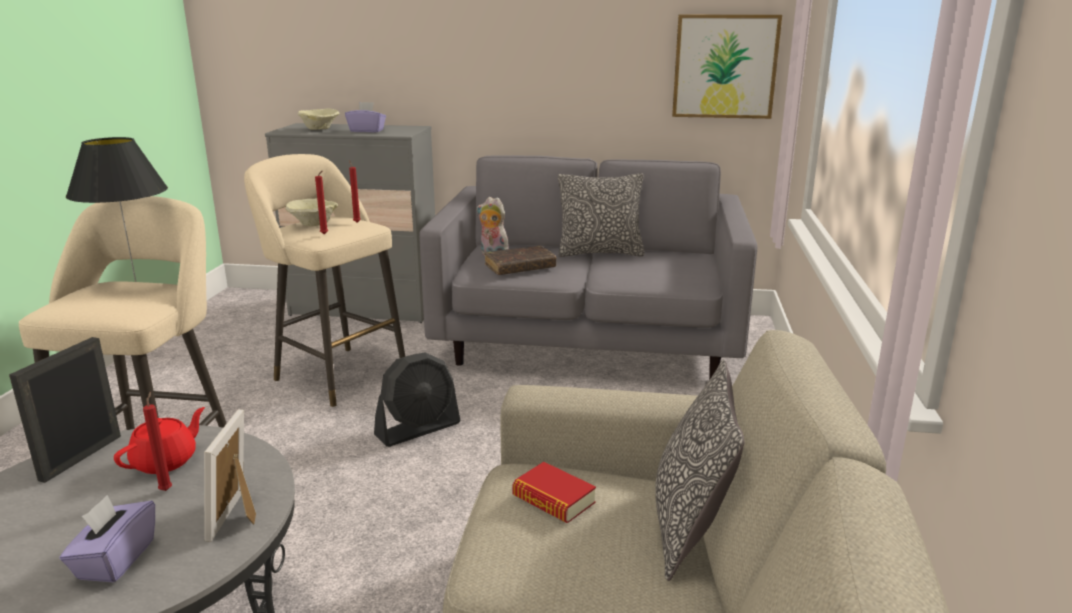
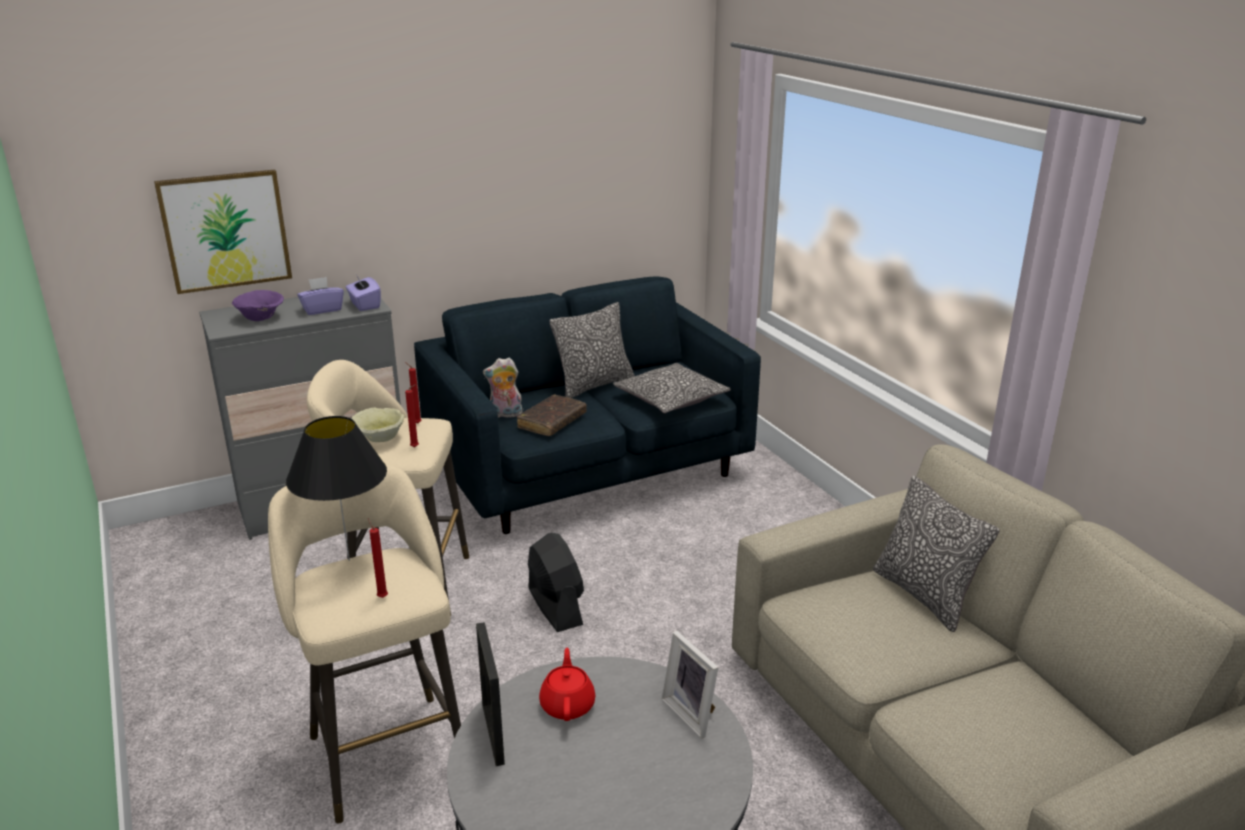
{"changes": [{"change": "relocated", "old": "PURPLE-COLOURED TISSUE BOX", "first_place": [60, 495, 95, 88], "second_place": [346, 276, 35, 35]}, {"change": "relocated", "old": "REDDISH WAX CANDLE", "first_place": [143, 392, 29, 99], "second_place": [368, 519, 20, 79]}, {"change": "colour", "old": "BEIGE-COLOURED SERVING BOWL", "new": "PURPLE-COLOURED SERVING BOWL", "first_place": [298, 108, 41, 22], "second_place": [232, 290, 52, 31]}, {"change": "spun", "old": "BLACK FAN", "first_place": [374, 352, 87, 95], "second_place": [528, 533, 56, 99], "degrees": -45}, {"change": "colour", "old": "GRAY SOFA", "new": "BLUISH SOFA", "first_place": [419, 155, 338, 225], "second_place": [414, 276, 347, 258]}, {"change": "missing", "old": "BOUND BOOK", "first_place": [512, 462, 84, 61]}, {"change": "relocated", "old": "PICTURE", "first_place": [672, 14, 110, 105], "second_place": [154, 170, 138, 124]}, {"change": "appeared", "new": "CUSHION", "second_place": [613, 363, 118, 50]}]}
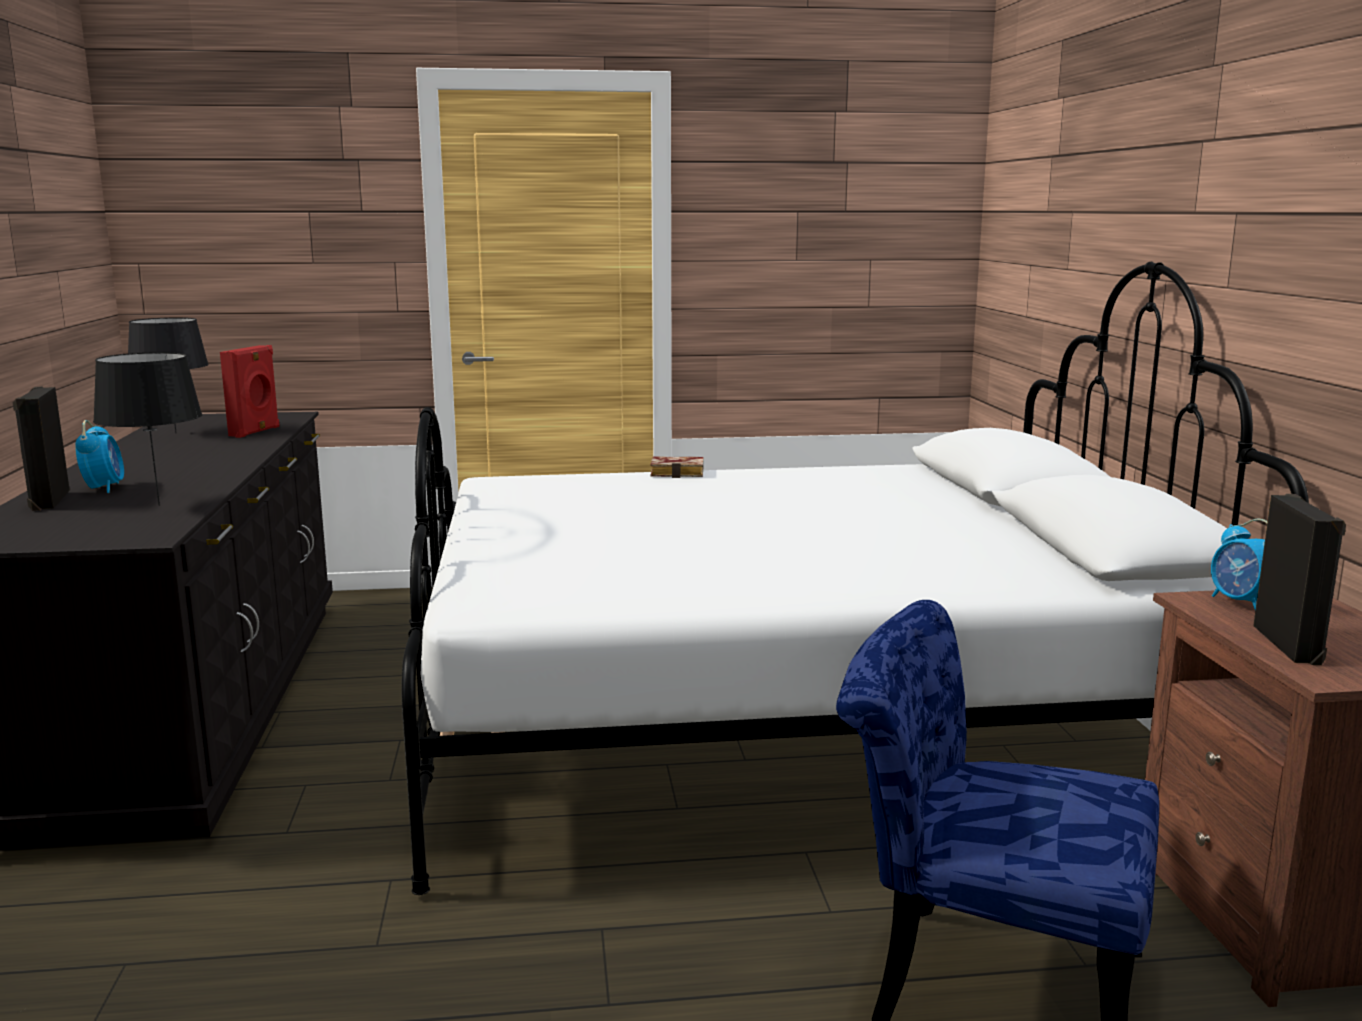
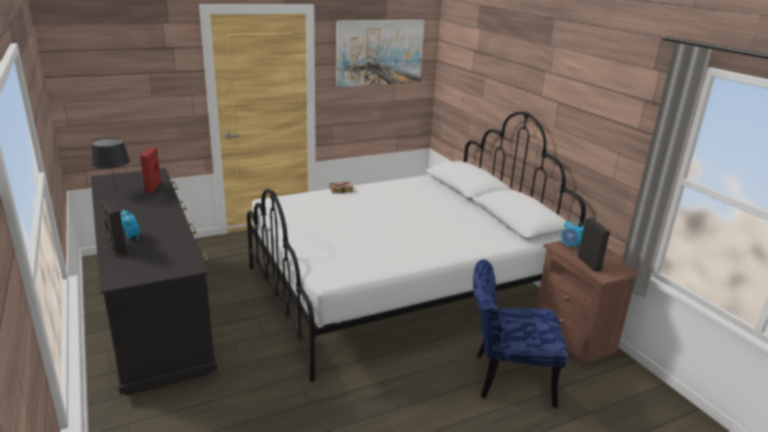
{"changes": [{"change": "missing", "old": "BLACK TABLE LAMP", "first_place": [93, 352, 109, 154]}, {"change": "appeared", "new": "PICTURE", "second_place": [336, 20, 89, 67]}]}
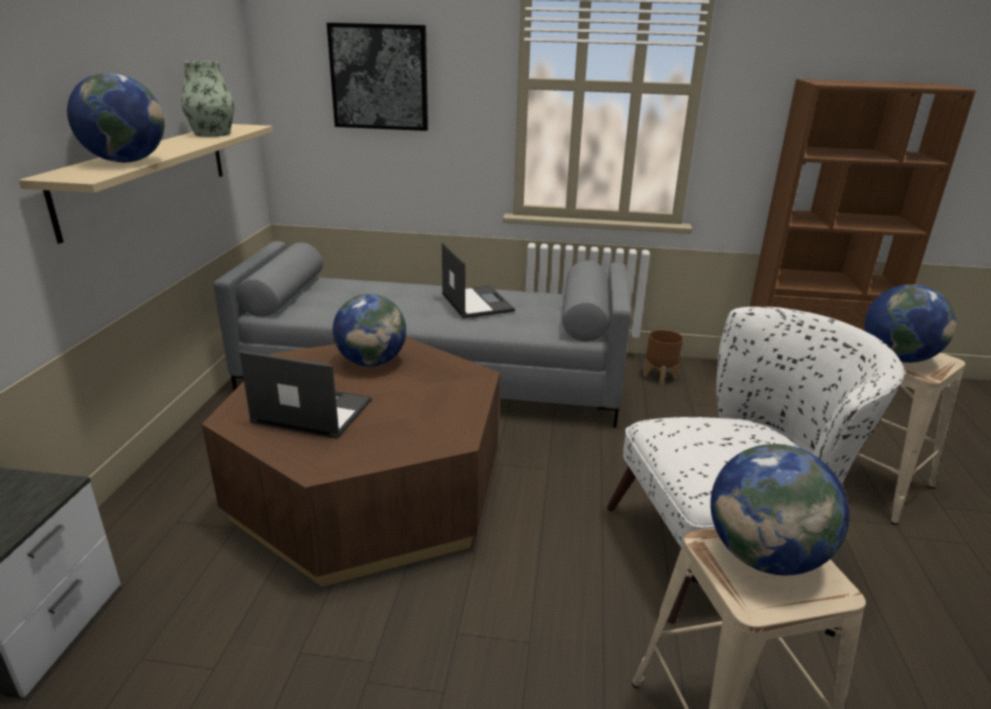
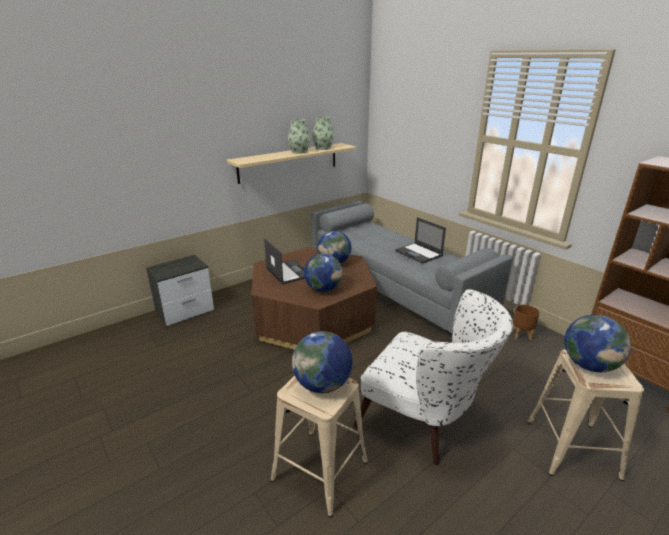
{"changes": [{"change": "relocated", "old": "DESK GLOBE", "first_place": [67, 73, 97, 90], "second_place": [304, 253, 38, 39]}, {"change": "missing", "old": "PICTURE", "first_place": [327, 23, 101, 108]}, {"change": "spun", "old": "LAPTOP", "first_place": [442, 242, 73, 76], "second_place": [395, 217, 51, 47], "degrees": 120}, {"change": "appeared", "new": "DECORATIVE VASE", "second_place": [288, 119, 22, 35]}]}
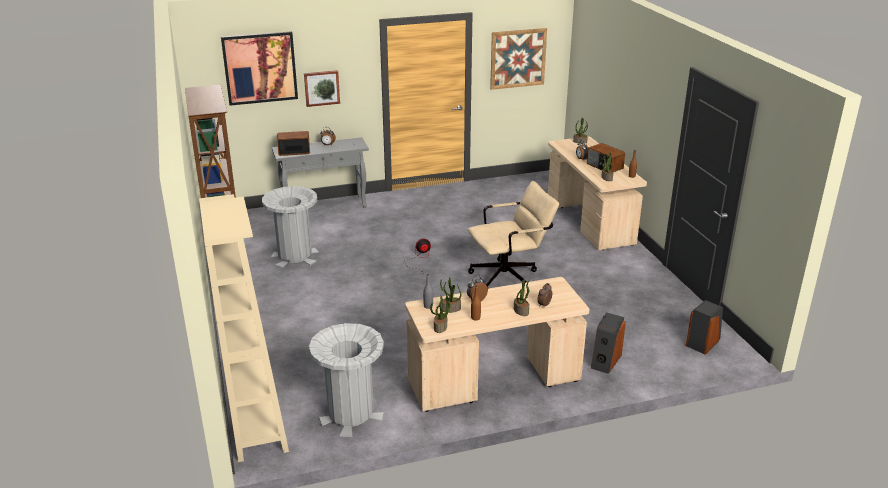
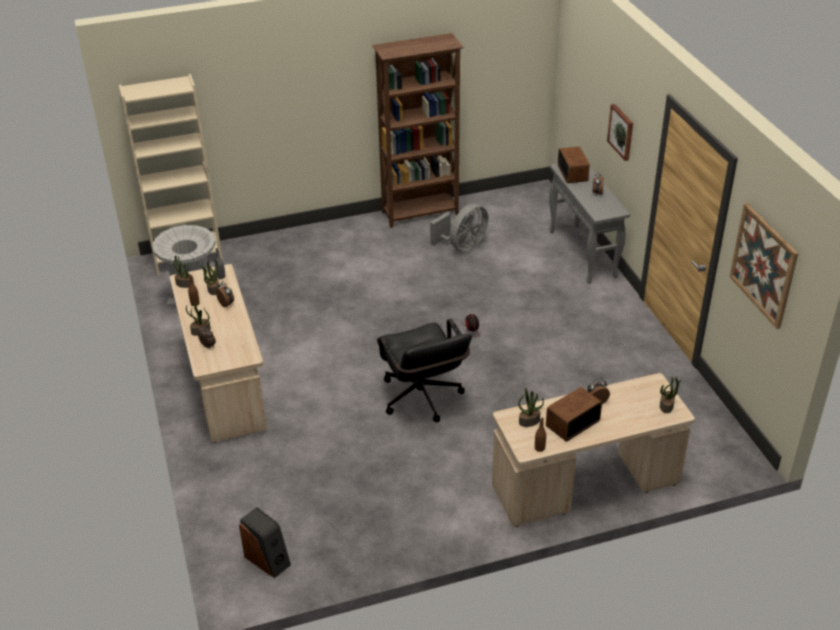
{"changes": [{"change": "missing", "old": "PICTURE", "first_place": [221, 31, 77, 75]}, {"change": "exchanged", "old": "GRAY RUBBISH BIN", "new": "GRAY FAN", "first_place": [262, 186, 57, 82], "second_place": [430, 204, 58, 48]}, {"change": "colour", "old": "BEIGE-COLOURED COMPUTER CHAIR", "new": "BLACK COMPUTER CHAIR", "first_place": [468, 181, 91, 108], "second_place": [377, 319, 95, 103]}, {"change": "missing", "old": "SPEAKER", "first_place": [591, 312, 35, 62]}]}
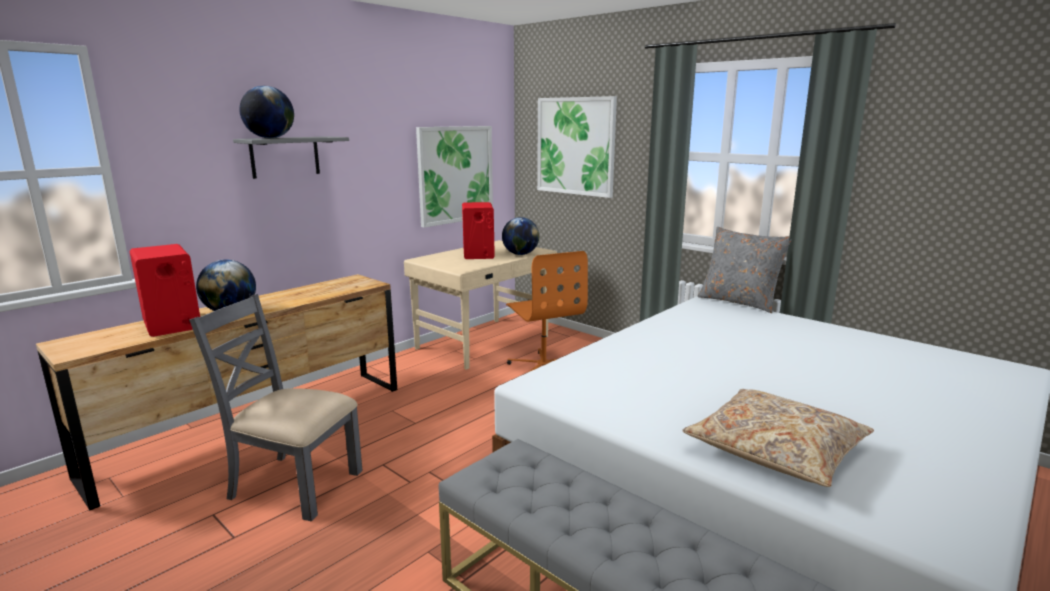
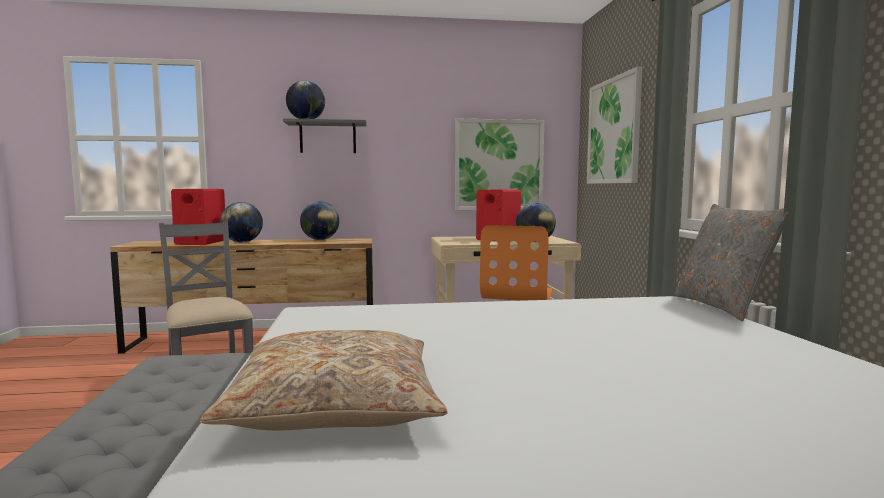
{"changes": [{"change": "appeared", "new": "DESK GLOBE", "second_place": [300, 201, 39, 39]}]}
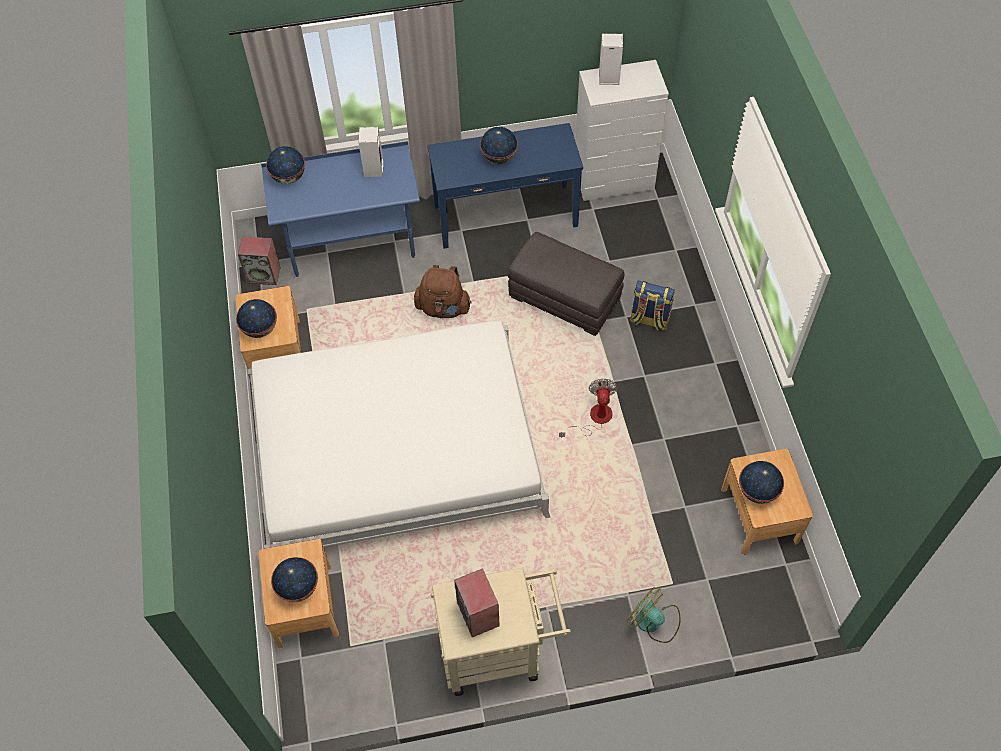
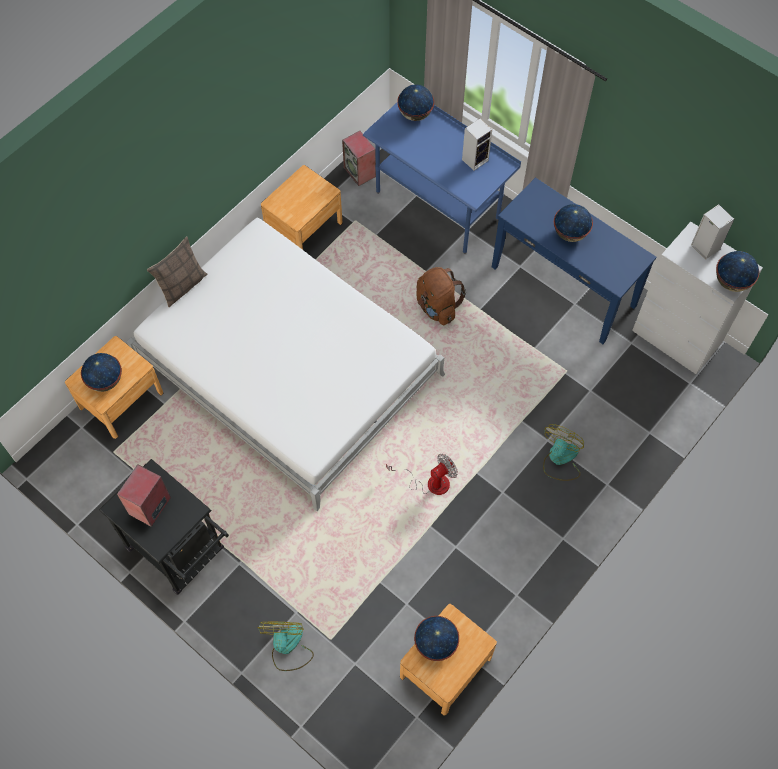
{"changes": [{"change": "relocated", "old": "DESK GLOBE", "first_place": [236, 299, 41, 39], "second_place": [716, 251, 43, 41]}, {"change": "colour", "old": "BEIGE-COLOURED WHEELED CART", "new": "BLACK WHEELED CART", "first_place": [431, 568, 140, 128], "second_place": [99, 459, 130, 136]}, {"change": "missing", "old": "GRAY OTTOMAN", "first_place": [508, 232, 116, 104]}, {"change": "exchanged", "old": "BACKPACK", "new": "FAN", "first_place": [630, 281, 45, 50], "second_place": [543, 424, 41, 57]}, {"change": "appeared", "new": "CUSHION", "second_place": [147, 236, 60, 71]}]}
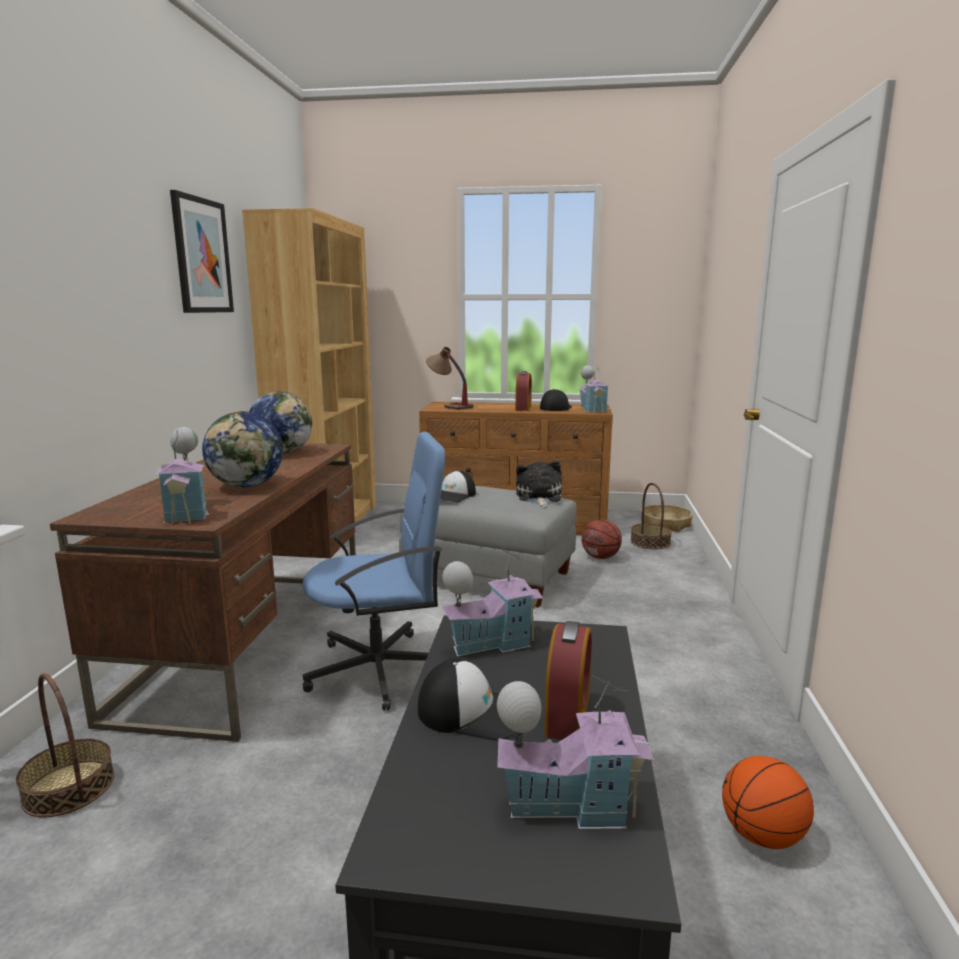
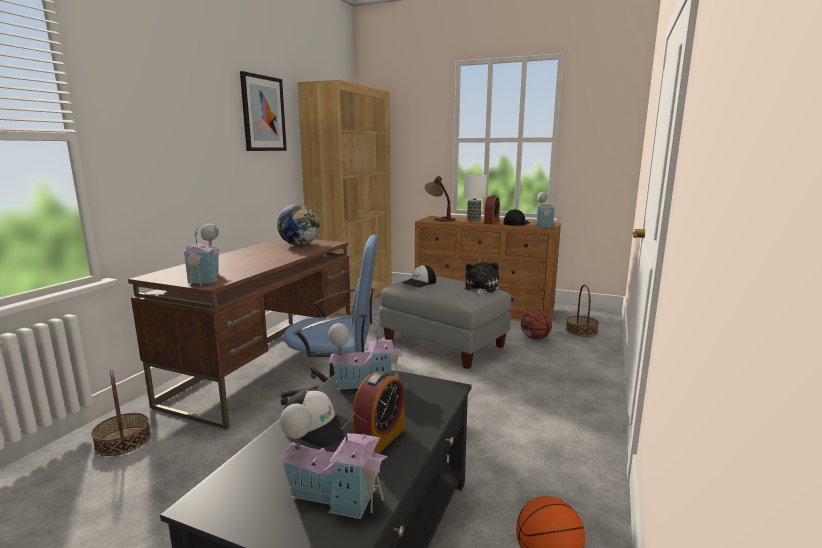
{"changes": [{"change": "missing", "old": "DESK GLOBE", "first_place": [202, 411, 81, 77]}, {"change": "missing", "old": "STORAGE BASKET", "first_place": [641, 504, 52, 28]}, {"change": "appeared", "new": "TABLE LAMP", "second_place": [463, 175, 24, 47]}]}
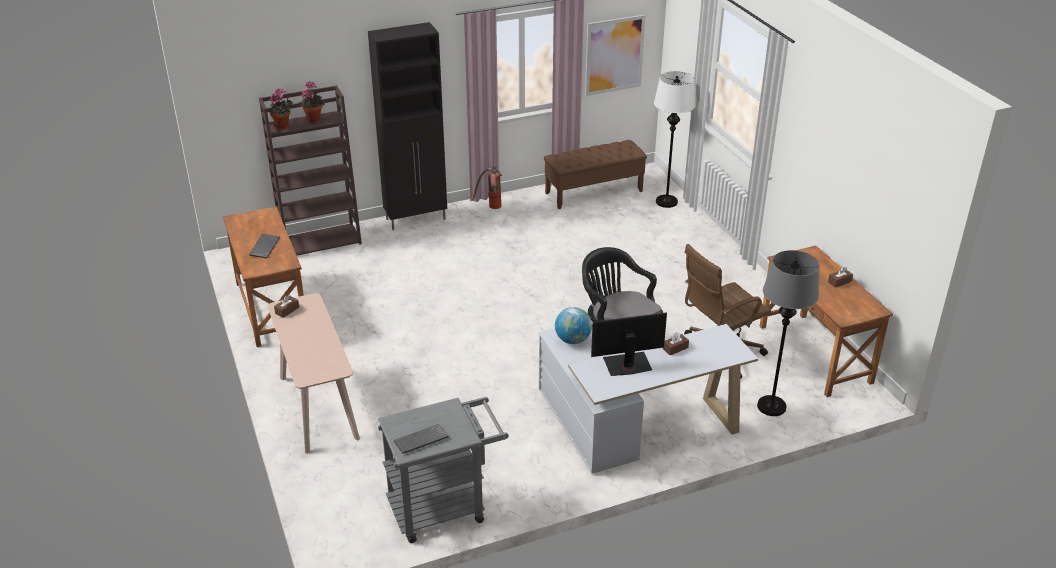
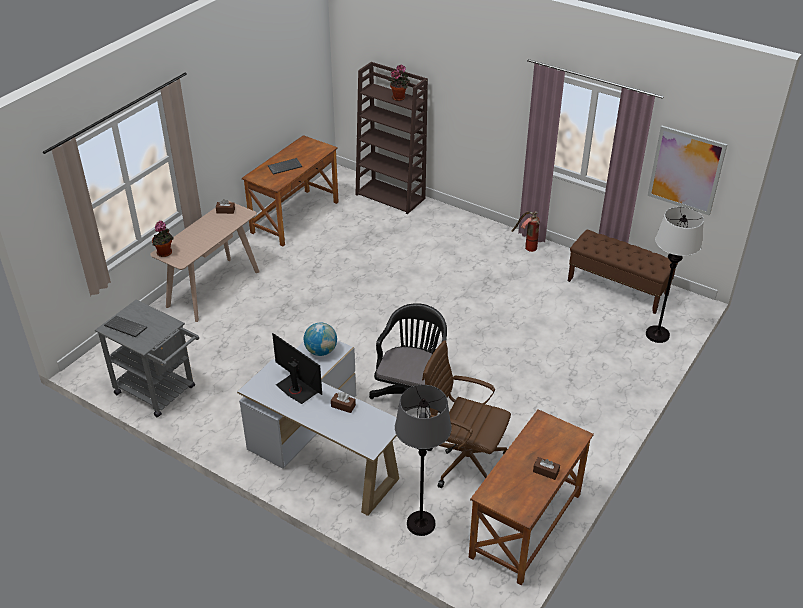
{"changes": [{"change": "relocated", "old": "POTTED PLANT", "first_place": [269, 88, 24, 42], "second_place": [152, 221, 21, 36]}, {"change": "missing", "old": "BLACK STORAGE CABINET", "first_place": [368, 22, 79, 208]}]}
